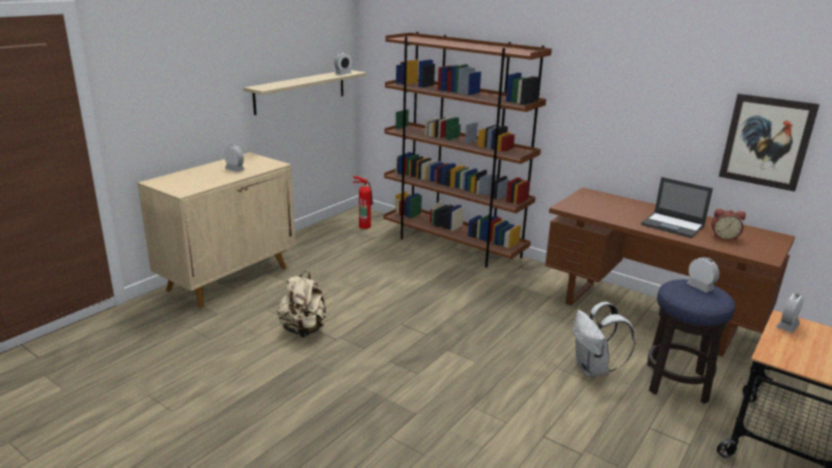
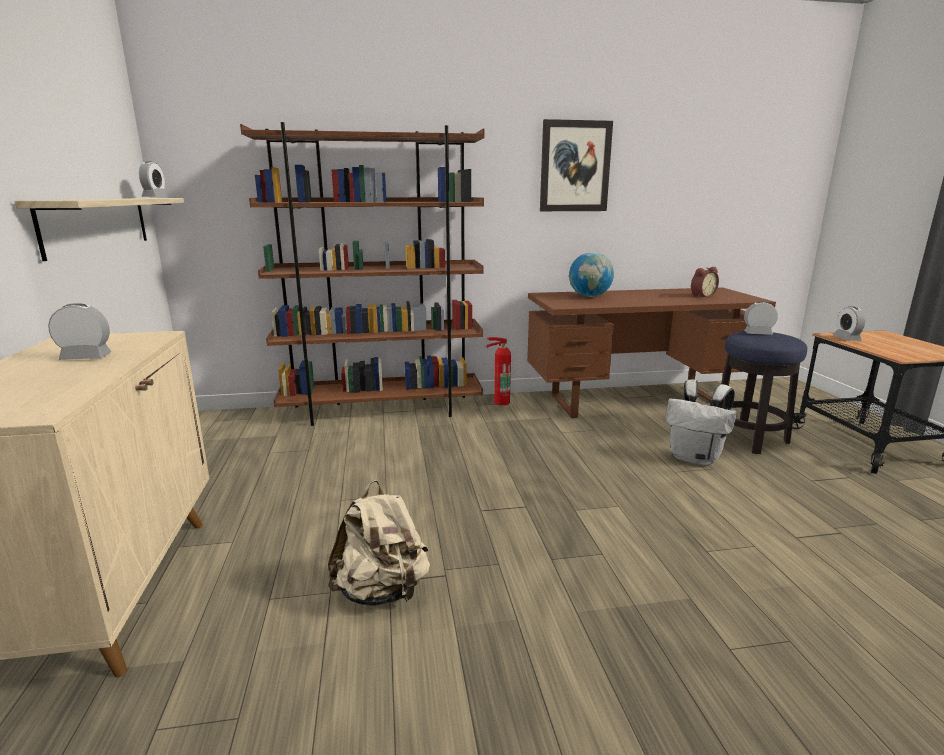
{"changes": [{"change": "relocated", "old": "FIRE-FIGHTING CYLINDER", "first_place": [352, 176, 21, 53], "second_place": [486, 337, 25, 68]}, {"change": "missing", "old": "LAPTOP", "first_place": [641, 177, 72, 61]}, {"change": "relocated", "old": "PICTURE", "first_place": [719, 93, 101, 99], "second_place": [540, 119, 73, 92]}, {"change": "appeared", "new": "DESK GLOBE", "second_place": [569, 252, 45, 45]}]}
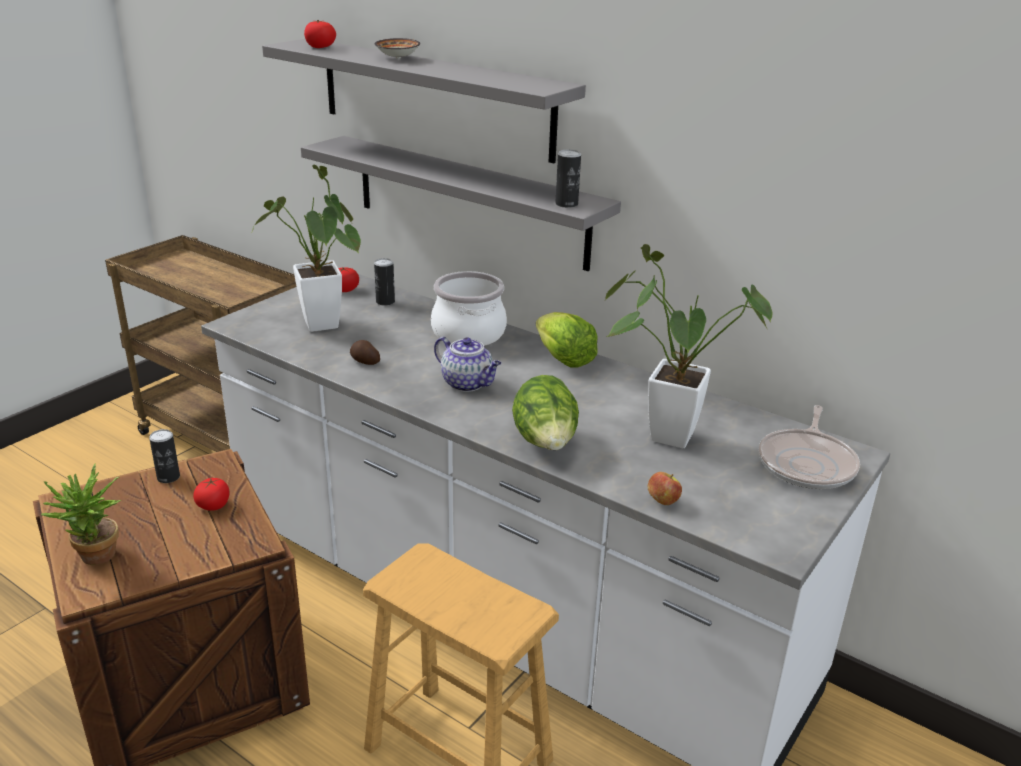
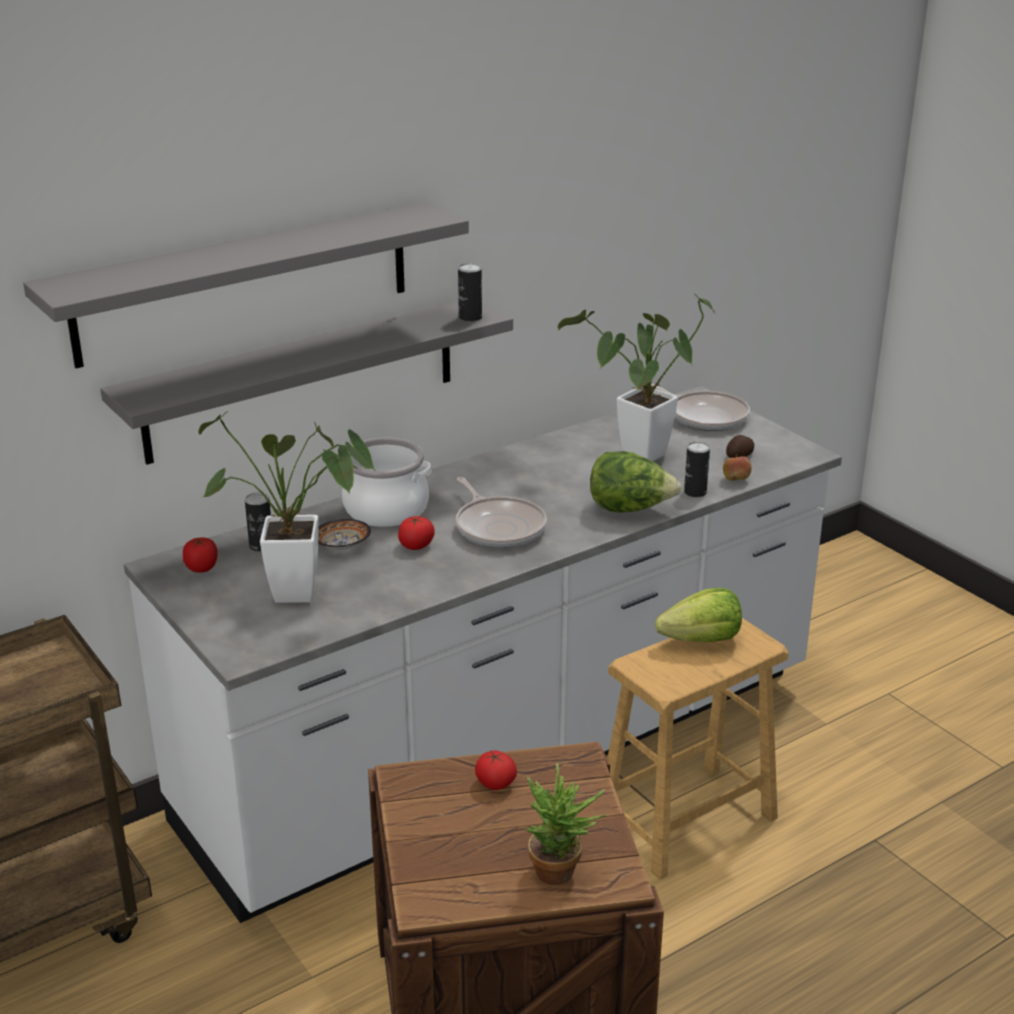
{"changes": [{"change": "relocated", "old": "SEALED CAN", "first_place": [149, 429, 31, 54], "second_place": [684, 442, 26, 55]}, {"change": "relocated", "old": "TOMATO", "first_place": [304, 20, 32, 28], "second_place": [398, 516, 37, 34]}, {"change": "relocated", "old": "SPUD", "first_place": [350, 340, 30, 25], "second_place": [726, 435, 28, 23]}, {"change": "relocated", "old": "SERVING BOWL", "first_place": [375, 38, 45, 21], "second_place": [318, 519, 53, 31]}, {"change": "exchanged", "old": "TEA POT", "new": "FRYING PAN", "first_place": [434, 337, 67, 55], "second_place": [456, 477, 91, 71]}, {"change": "relocated", "old": "LETTUCE", "first_place": [536, 312, 62, 55], "second_place": [655, 588, 87, 54]}]}
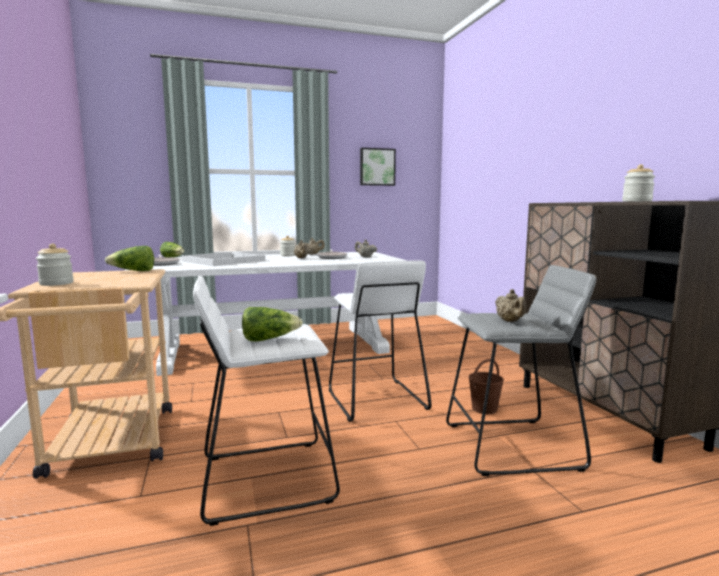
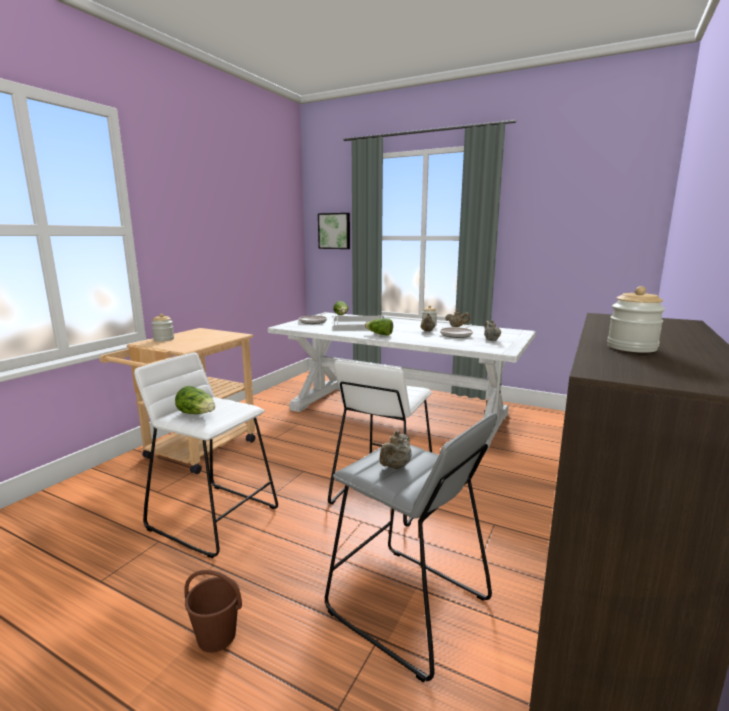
{"changes": [{"change": "relocated", "old": "LETTUCE", "first_place": [105, 246, 49, 25], "second_place": [364, 318, 29, 18]}, {"change": "relocated", "old": "PICTURE", "first_place": [360, 148, 36, 38], "second_place": [318, 213, 32, 36]}, {"change": "relocated", "old": "BROWN-COLOURED PAIL", "first_place": [469, 359, 35, 55], "second_place": [184, 570, 58, 83]}]}
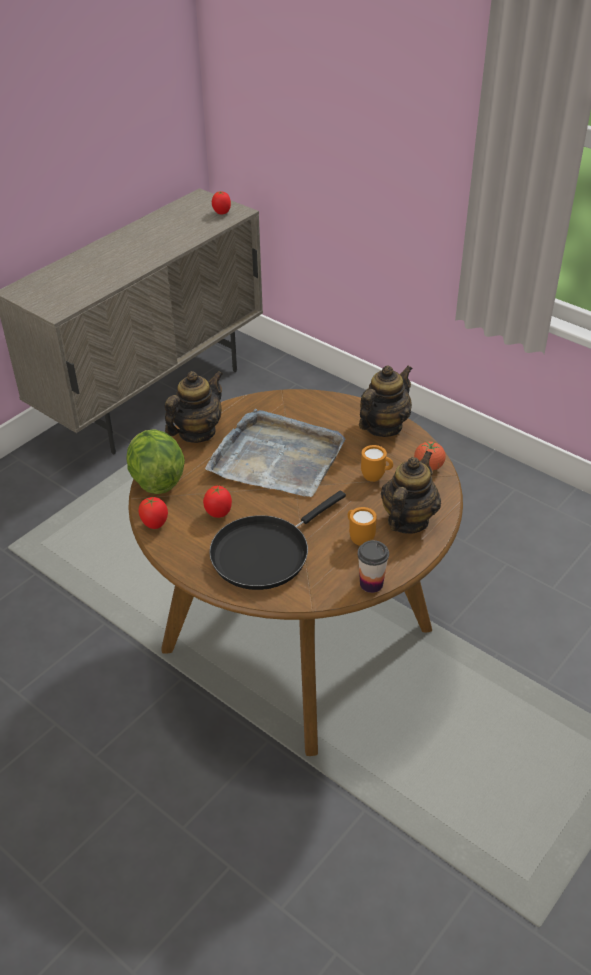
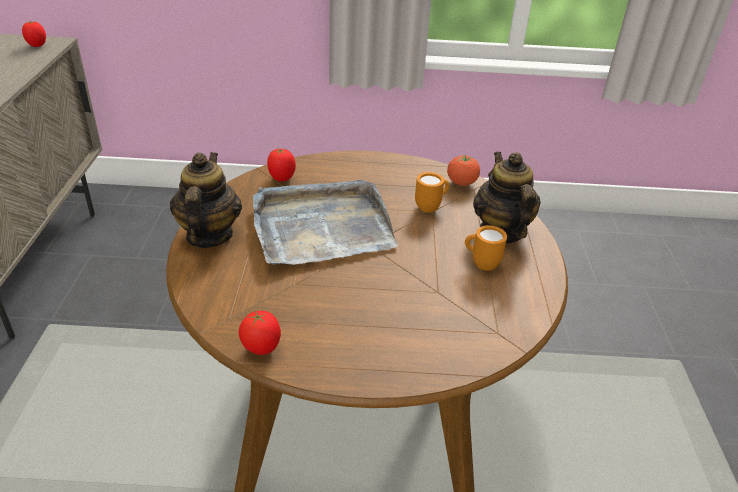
{"changes": [{"change": "missing", "old": "LETTUCE", "first_place": [127, 429, 58, 65]}, {"change": "relocated", "old": "TOMATO", "first_place": [203, 486, 29, 32], "second_place": [267, 148, 29, 34]}, {"change": "missing", "old": "BLACK FRYING PAN", "first_place": [209, 491, 137, 99]}, {"change": "missing", "old": "CUP", "first_place": [357, 540, 32, 53]}, {"change": "missing", "old": "TEA POT", "first_place": [359, 365, 53, 72]}]}
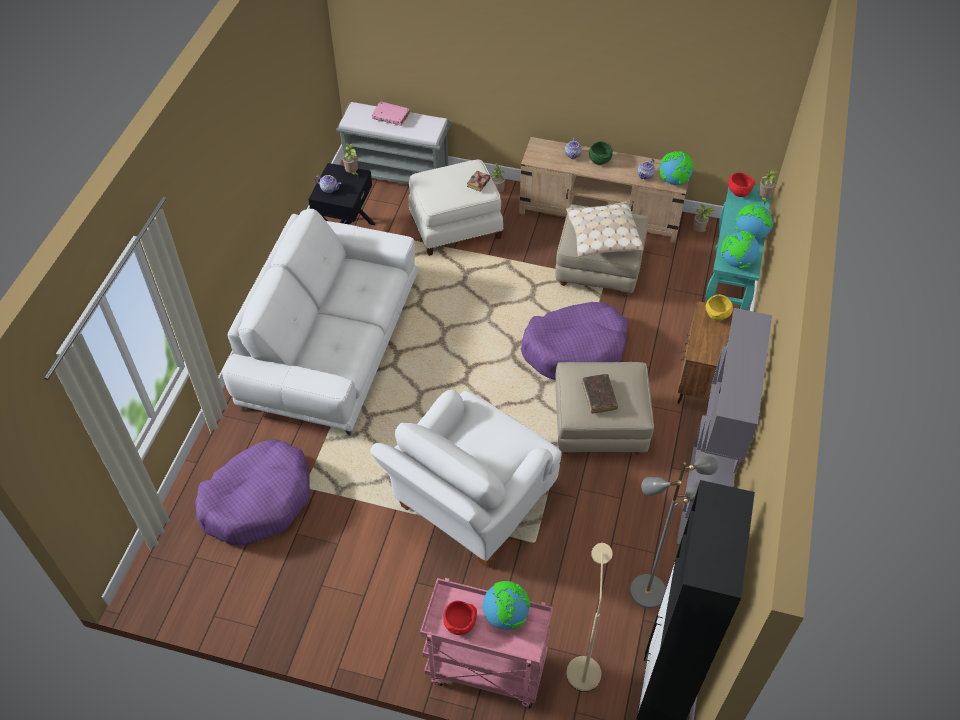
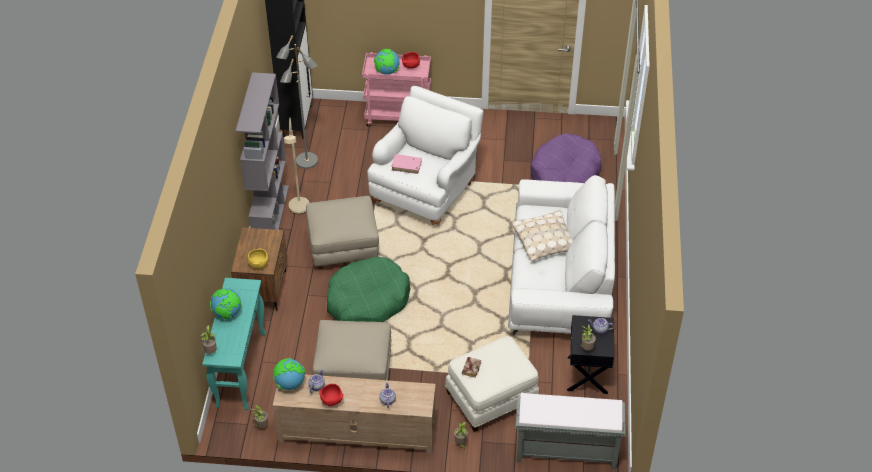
{"changes": [{"change": "relocated", "old": "PINK-COLOURED BOUND BOOK", "first_place": [372, 102, 38, 24], "second_place": [392, 154, 30, 20]}, {"change": "colour", "old": "PURPLE-COLOURED DOG CUSHION", "new": "GREEN-COLOURED DOG CUSHION", "first_place": [521, 302, 107, 78], "second_place": [327, 257, 83, 65]}, {"change": "relocated", "old": "BEIGE-COLOURED CUSHION", "first_place": [566, 201, 78, 56], "second_place": [511, 210, 62, 51]}, {"change": "relocated", "old": "BEIGE-COLOURED STANDING LAMP", "first_place": [566, 543, 47, 149], "second_place": [284, 118, 25, 96]}, {"change": "missing", "old": "BROWN-COLOURED BOUND BOOK", "first_place": [582, 374, 36, 40]}, {"change": "missing", "old": "GREEN-COLOURED SERVING BOWL", "first_place": [589, 141, 24, 24]}, {"change": "missing", "old": "DESK GLOBE", "first_place": [721, 231, 38, 37]}, {"change": "relocated", "old": "REDDISH SERVING BOWL", "first_place": [728, 172, 27, 25], "second_place": [319, 384, 24, 22]}]}
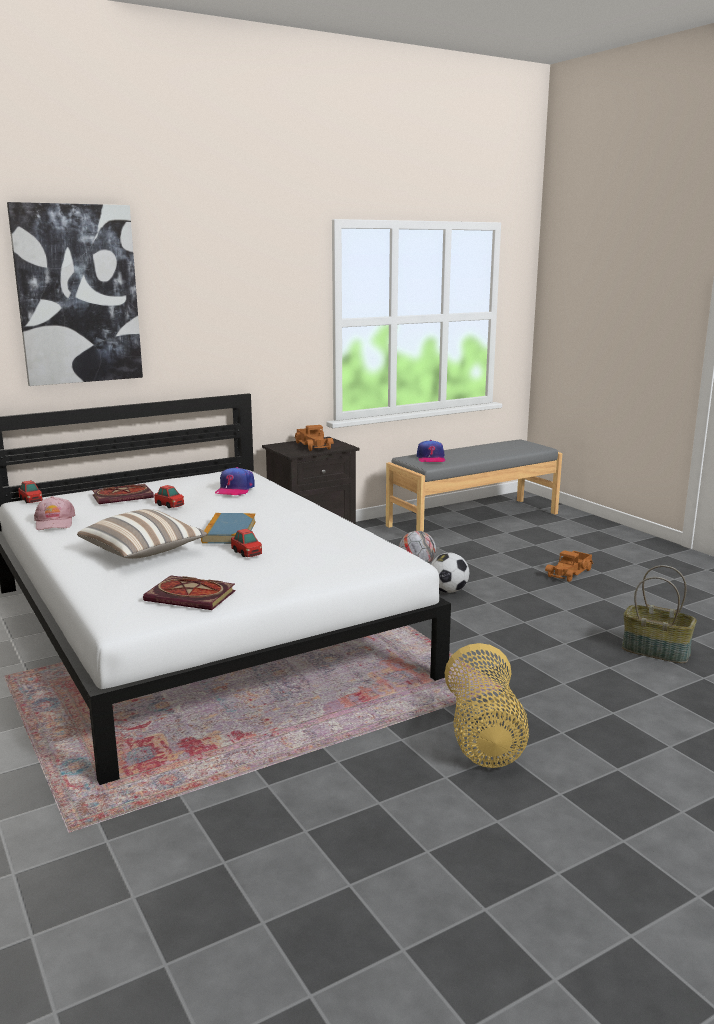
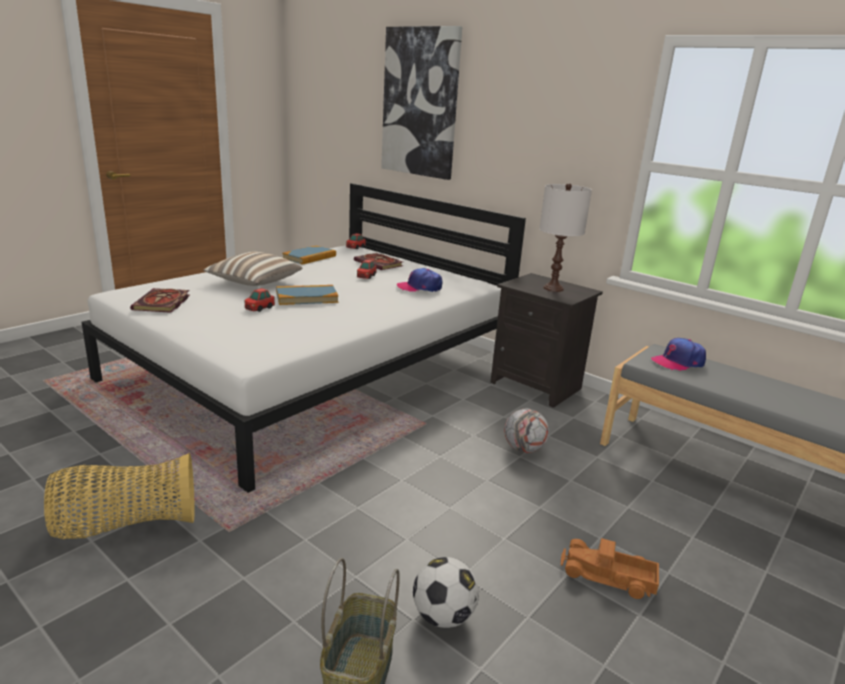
{"changes": [{"change": "exchanged", "old": "PINK-COLOURED CAP", "new": "BOUND BOOK", "first_place": [34, 496, 41, 34], "second_place": [282, 246, 54, 19]}, {"change": "exchanged", "old": "TOY TRUCK", "new": "WHITE TABLE LAMP", "first_place": [295, 425, 39, 26], "second_place": [539, 183, 53, 109]}, {"change": "relocated", "old": "FOOTBALL", "first_place": [431, 553, 39, 40], "second_place": [413, 557, 66, 71]}]}
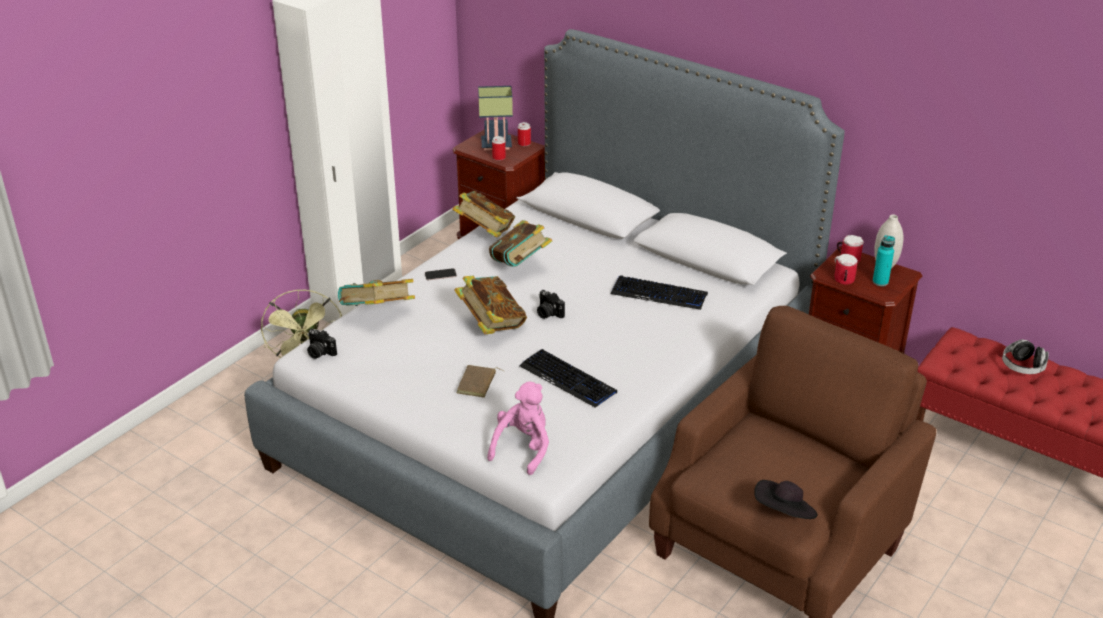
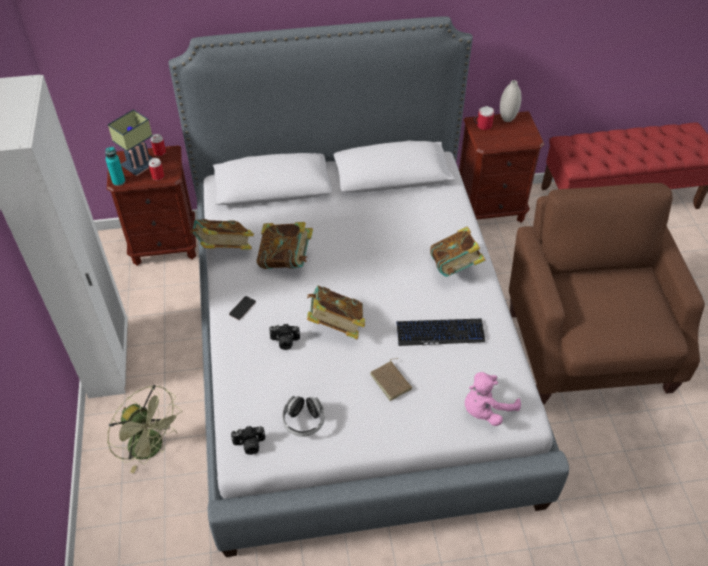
{"changes": [{"change": "relocated", "old": "BOUND BOOK", "first_place": [338, 279, 77, 27], "second_place": [430, 226, 55, 51]}, {"change": "spun", "old": "PINK-COLOURED CUDDLY TOY", "first_place": [487, 382, 62, 93], "second_place": [465, 372, 56, 54], "degrees": -105}, {"change": "relocated", "old": "STILL CAMERA", "first_place": [537, 290, 28, 29], "second_place": [269, 324, 31, 26]}, {"change": "missing", "old": "COMPUTER KEYBOARD", "first_place": [611, 275, 97, 35]}, {"change": "missing", "old": "BLACK HAT", "first_place": [754, 480, 63, 39]}, {"change": "missing", "old": "COFFEE MUG", "first_place": [834, 254, 24, 30]}, {"change": "relocated", "old": "TURQUOISE-COLOURED BEVERAGE BOTTLE", "first_place": [873, 235, 22, 51], "second_place": [105, 147, 20, 39]}, {"change": "relocated", "old": "HEADSET", "first_place": [1002, 339, 47, 35], "second_place": [283, 396, 41, 41]}]}
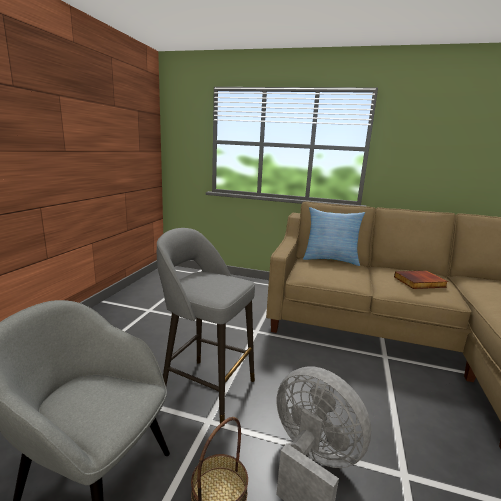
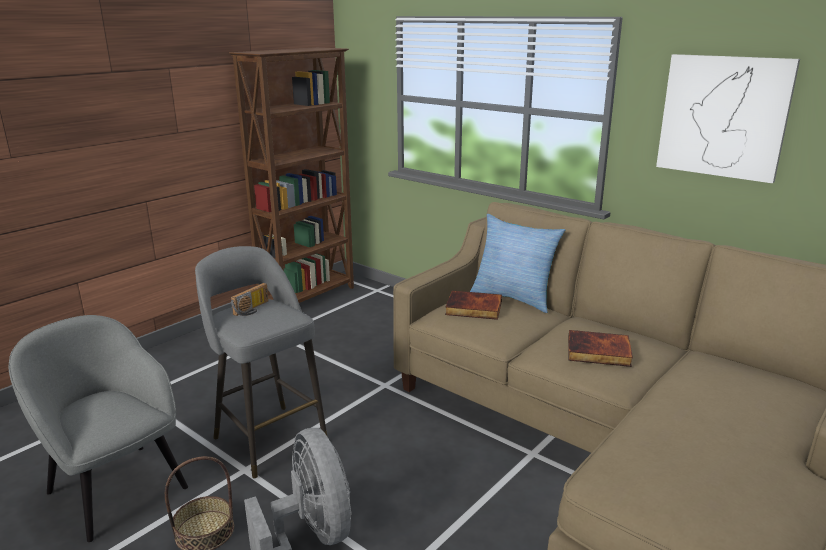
{"changes": [{"change": "appeared", "new": "BROWN-COLOURED BOOKSHELF", "second_place": [229, 47, 125, 256]}, {"change": "appeared", "new": "RADIO SET", "second_place": [231, 283, 38, 33]}, {"change": "appeared", "new": "BOUND BOOK", "second_place": [445, 291, 57, 29]}, {"change": "appeared", "new": "PICTURE", "second_place": [656, 54, 144, 129]}]}
